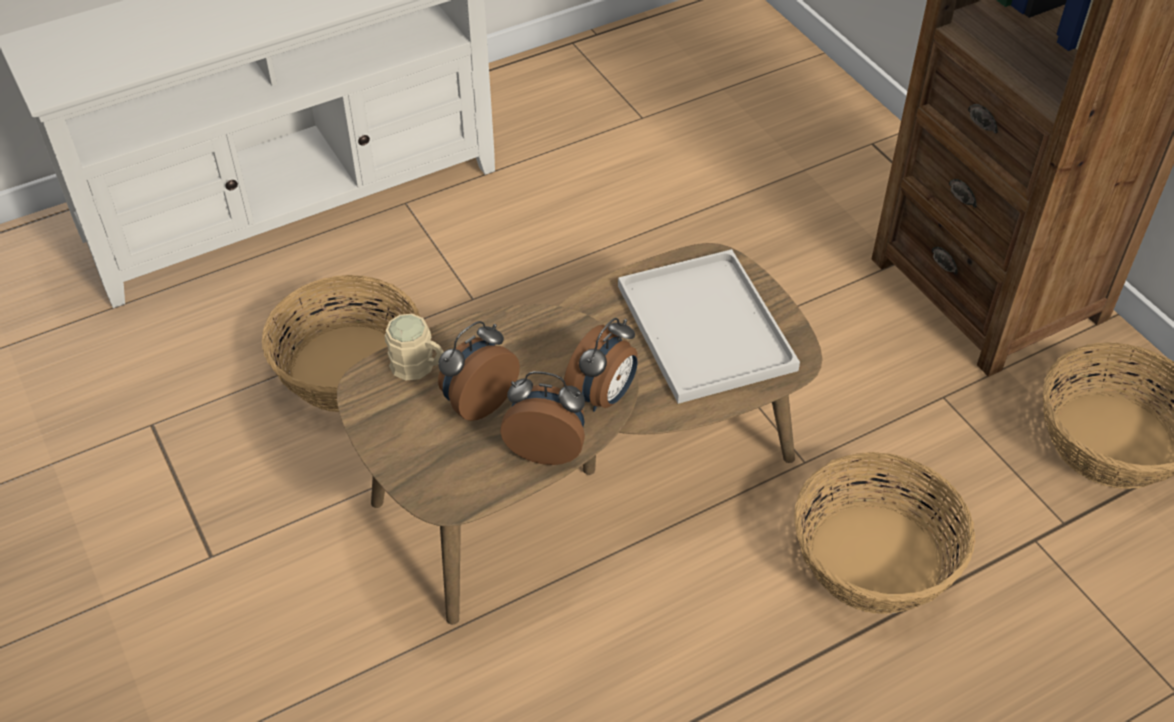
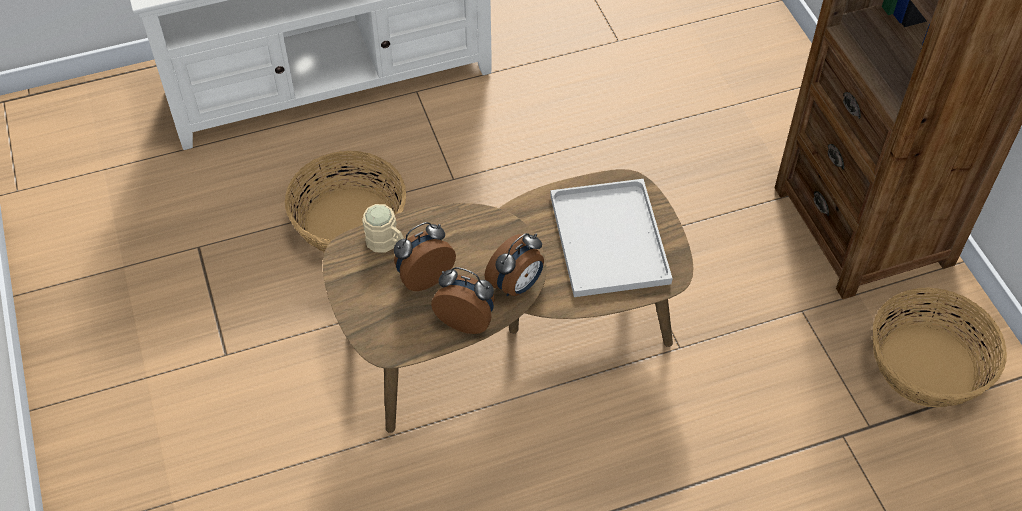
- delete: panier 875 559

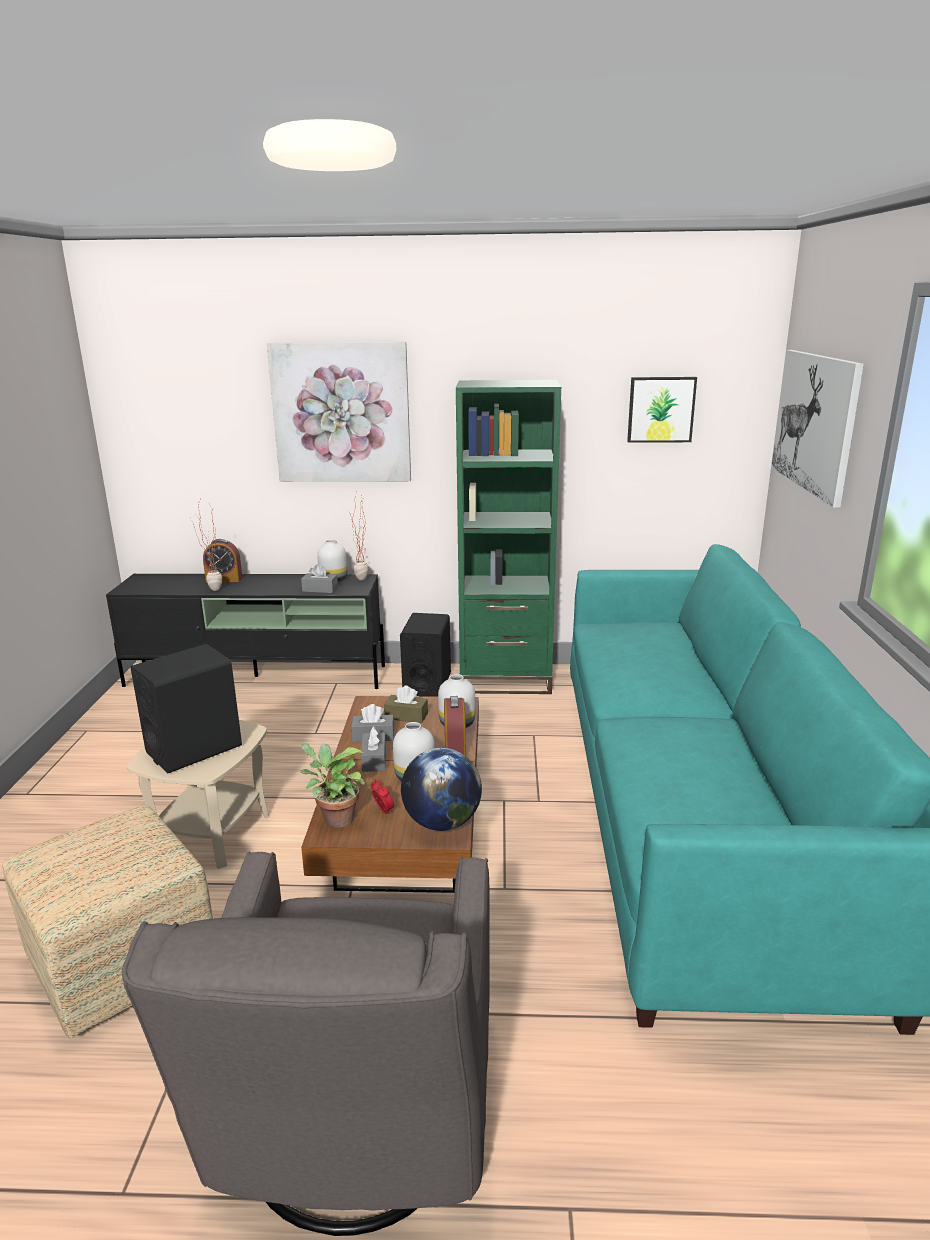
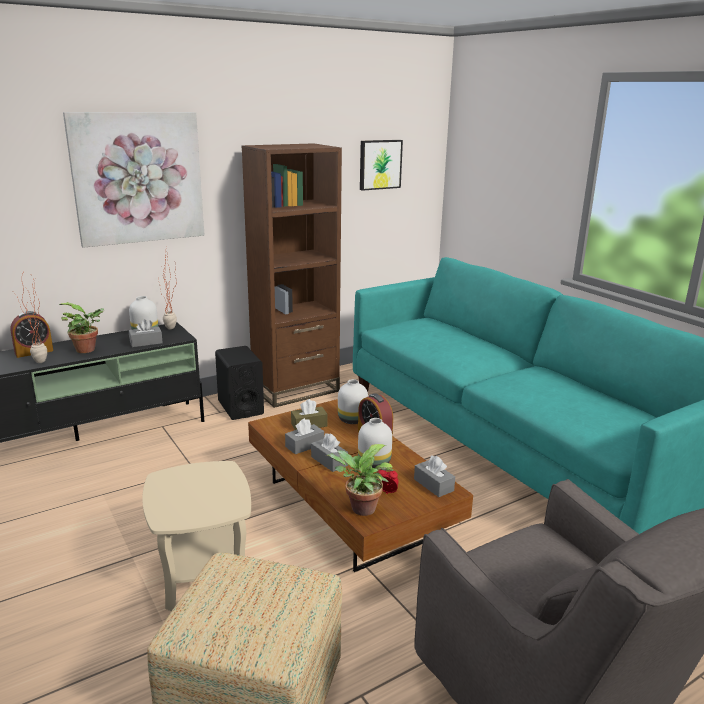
- delete: enceinte [noir] 194 749
- delete: tableau 814 422
- insert: plante en pot 88 350
- replace: globe 442 822 to boîte à mouchoirs [gris] 433 485
- recolor: bibliothèque [vert] 505 680 to bibliothèque [marron] 295 390

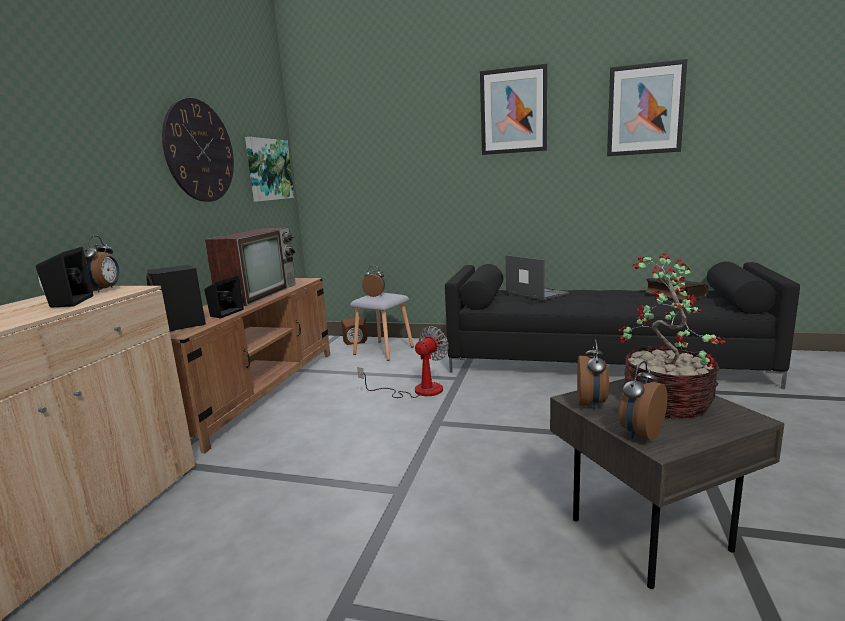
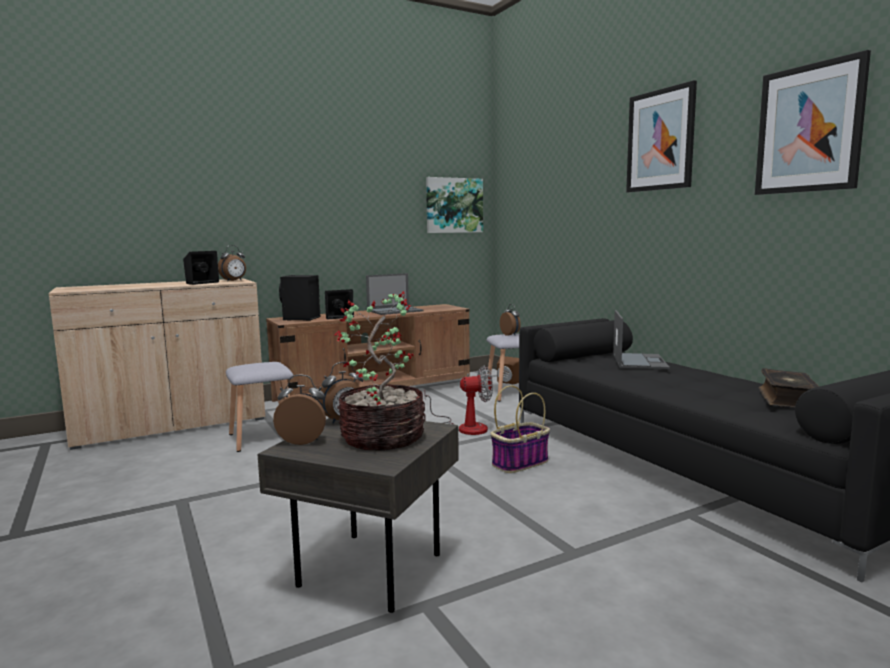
- delete: horloge murale 199 151
- insert: tabouret [gris] 264 437
- insert: panier 520 463
- replace: téléviseur 259 294 to ordinateur portable 395 311

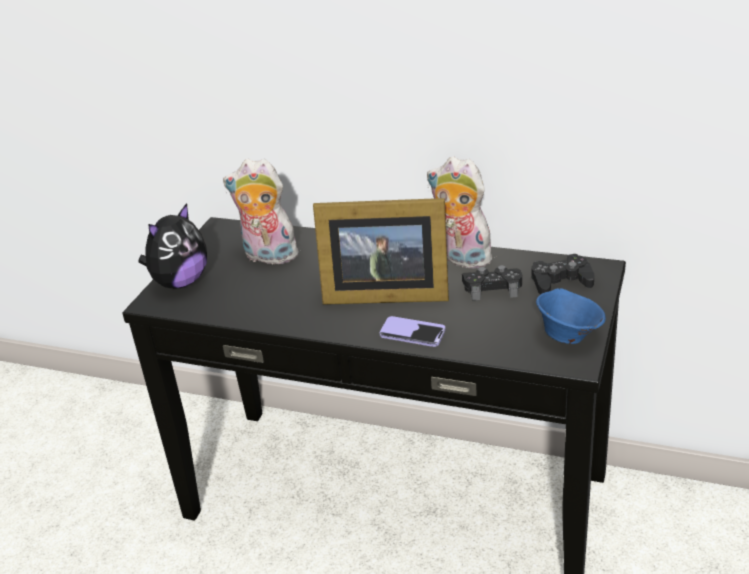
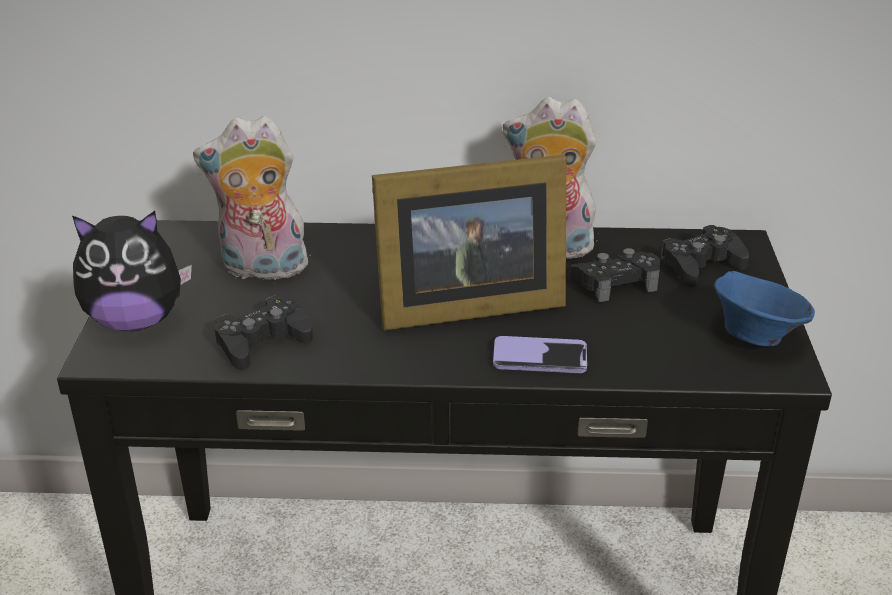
- insert: manette [noir] 262 341
- rotate: peluche 180 282 = 136 320 60 degrees clockwise

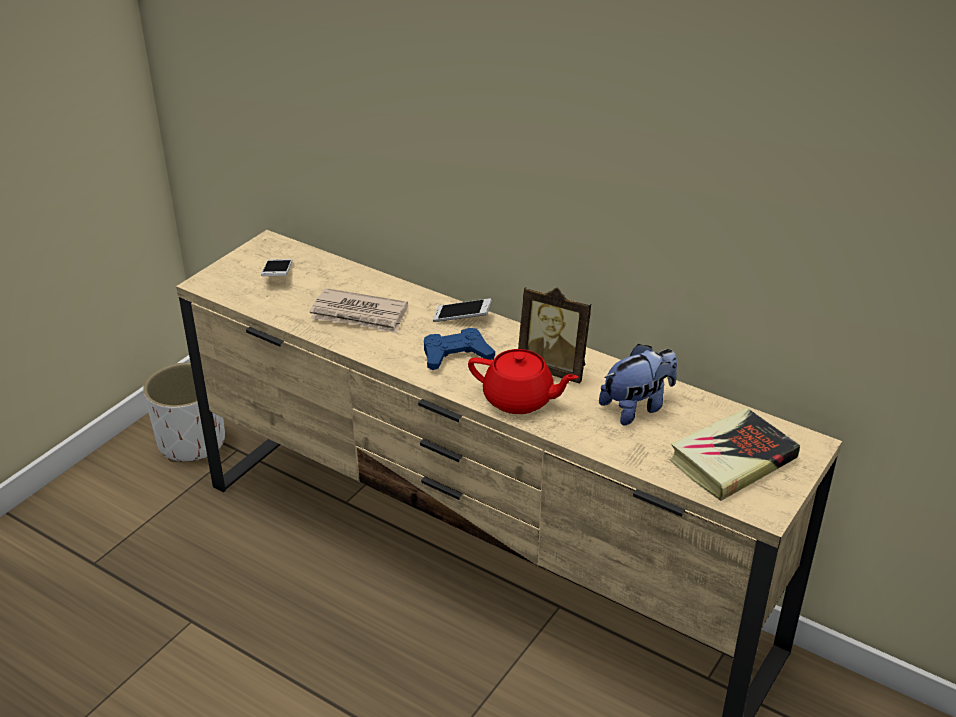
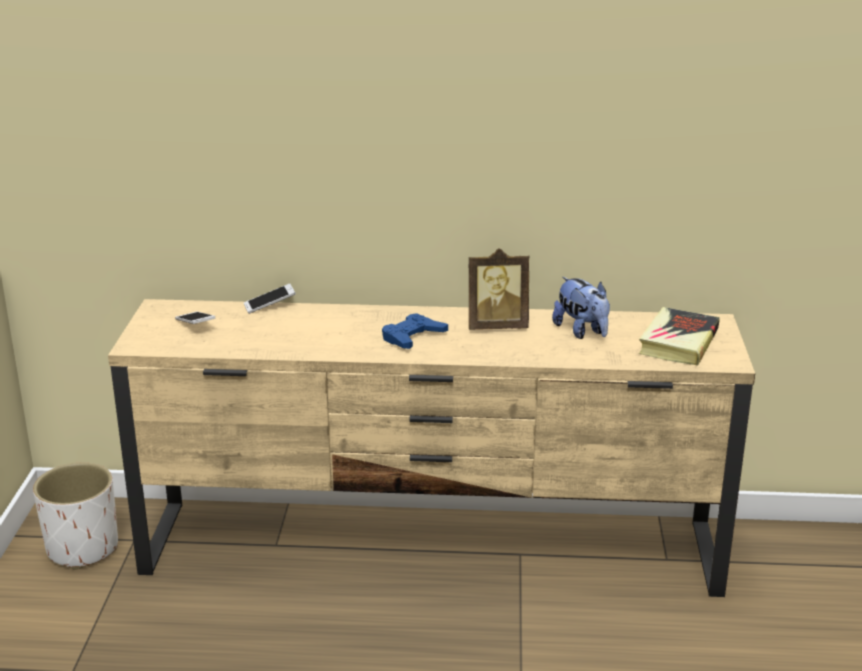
- delete: journal 359 315
- delete: théière [rouge] 519 400
- move: téléphone 462 318 to 269 306
- rotate: peluche 637 407 = 582 332 120 degrees clockwise

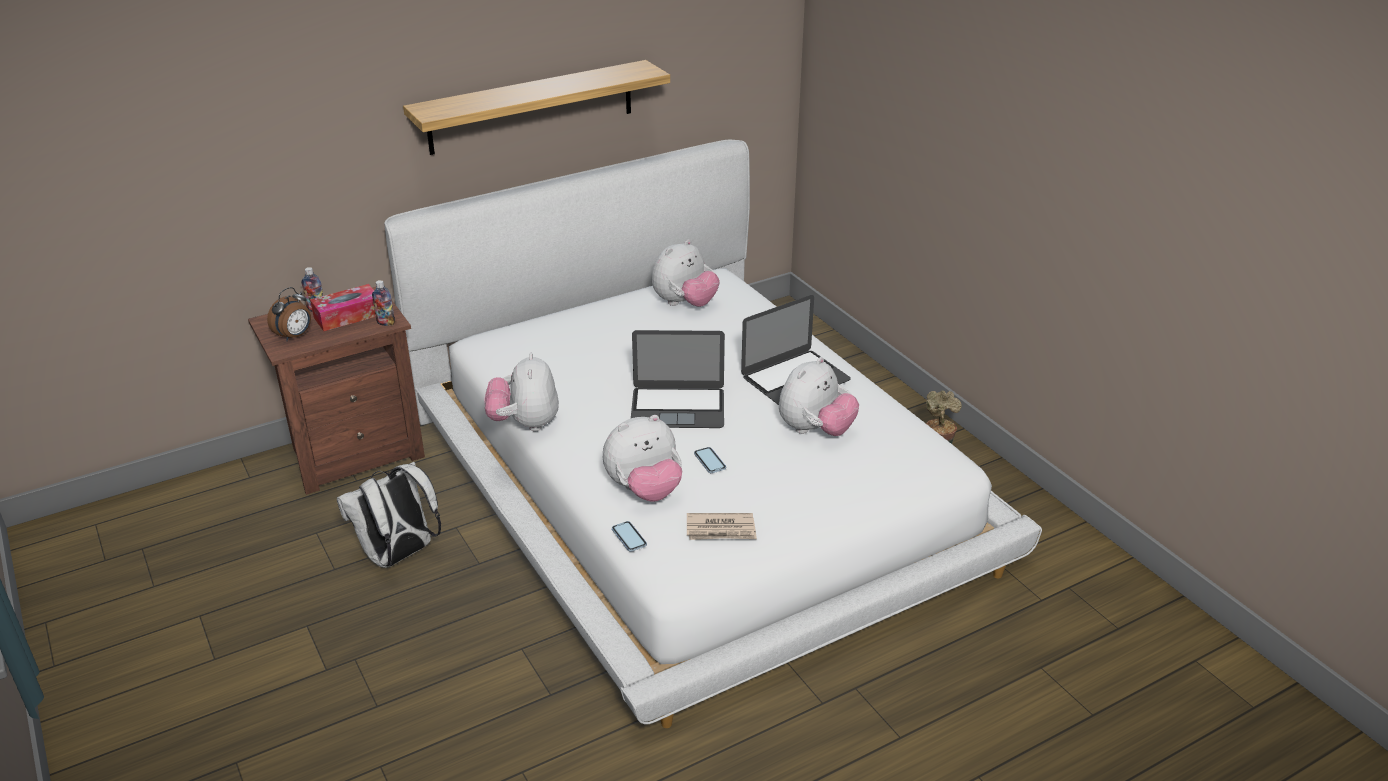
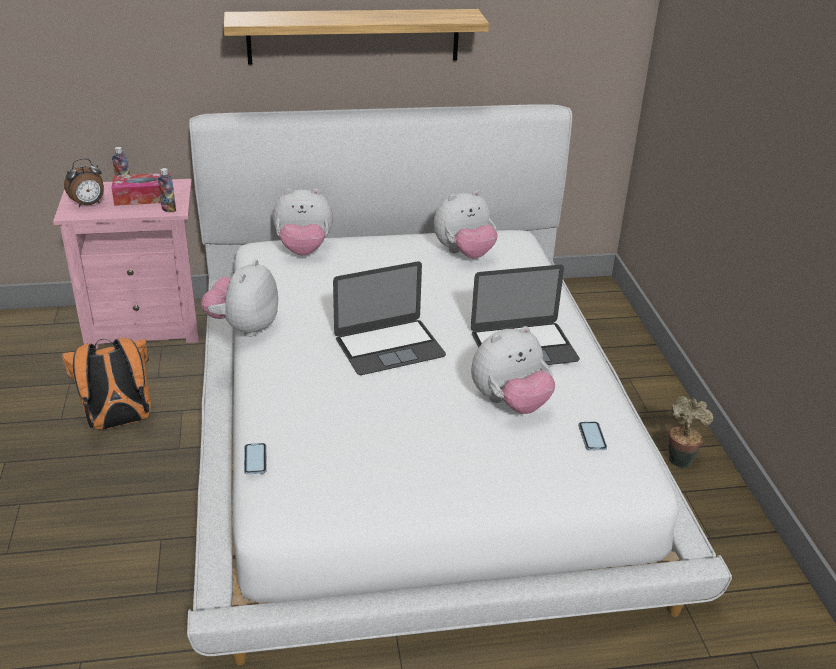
- delete: journal 721 529
- move: peluche 644 490 to 304 250
- move: téléphone 709 461 to 592 437
- recolor: table de chevet [marron] 355 453 to table de chevet [rose] 146 325
- recolor: sac à dos [blanc] 399 556 to sac à dos [orange] 118 422
- rotate: ordinateur portable 678 408 = 389 347 45 degrees counterclockwise

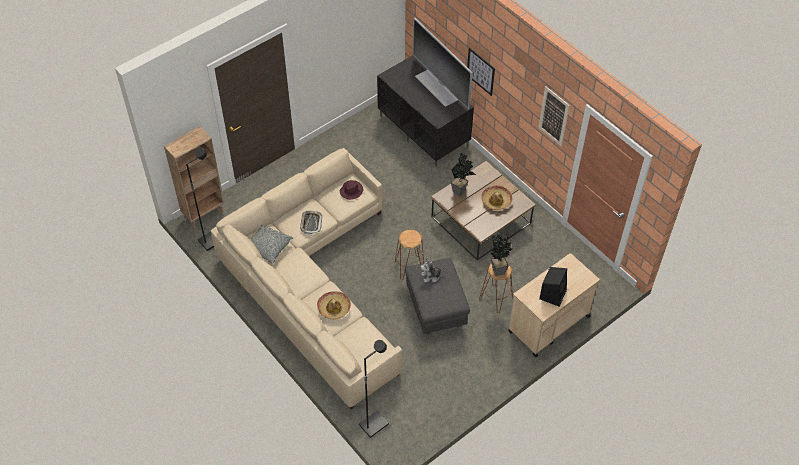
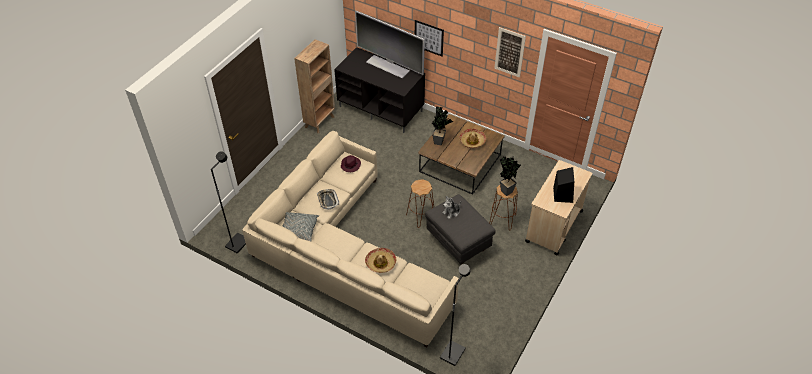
- move: bibliothèque [marron] 204 213 to 320 121

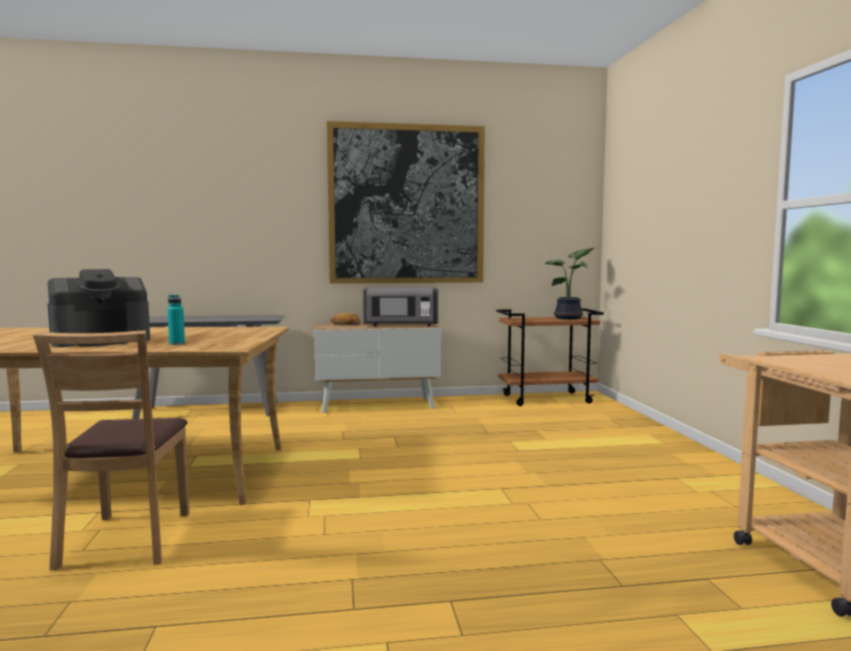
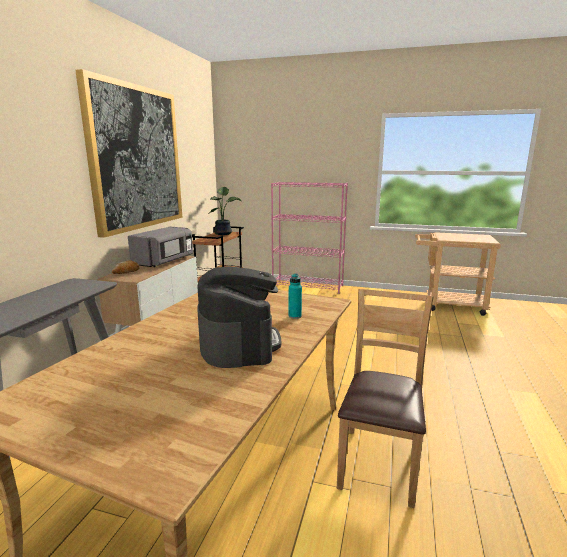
- insert: bibliothèque [rose] 308 286
- rotate: chaise [marron] 127 540 = 379 463 90 degrees counterclockwise

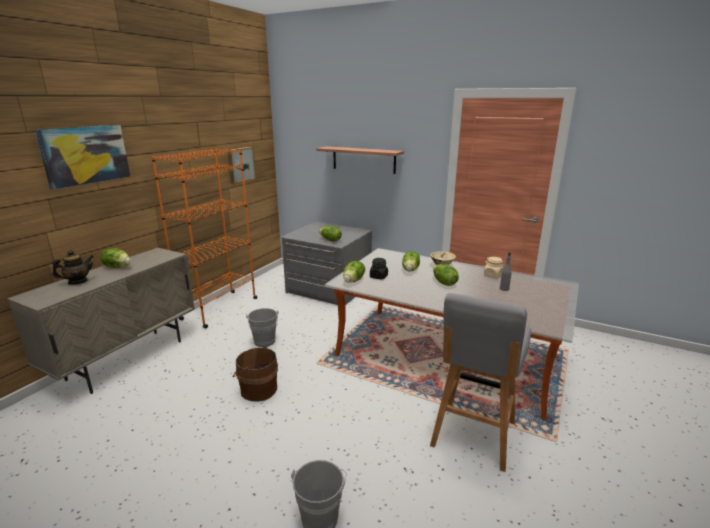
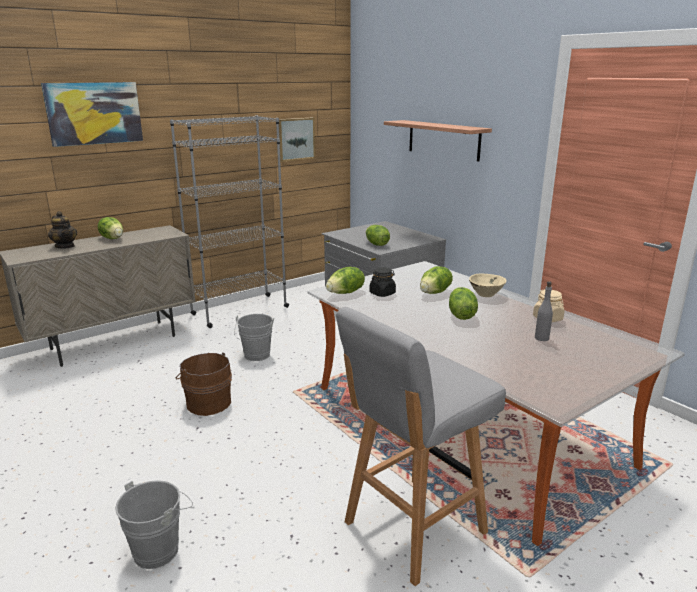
- recolor: bibliothèque [orange] 219 309 to bibliothèque [gris] 239 311
- rotate: théière 77 282 = 65 246 60 degrees clockwise

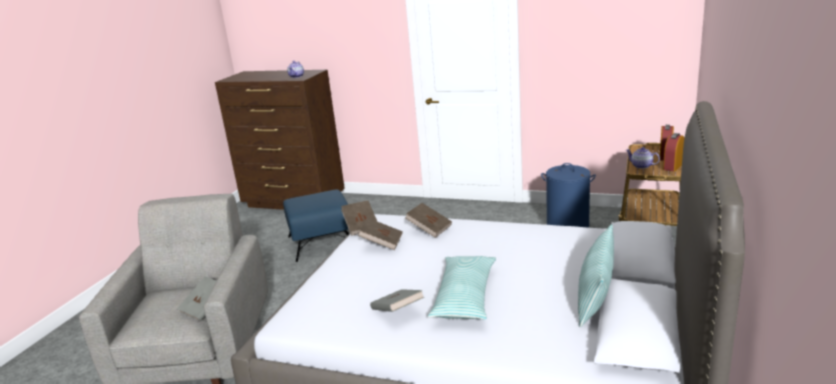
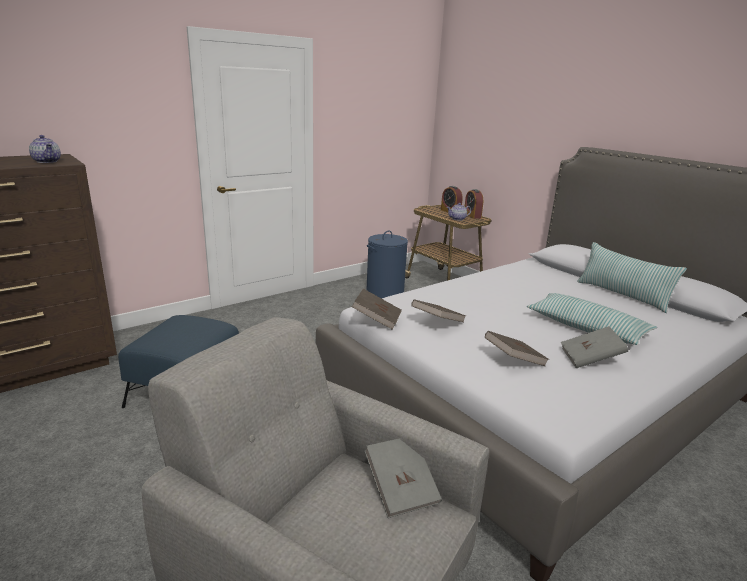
- move: livre [marron] 429 229 to 514 360

